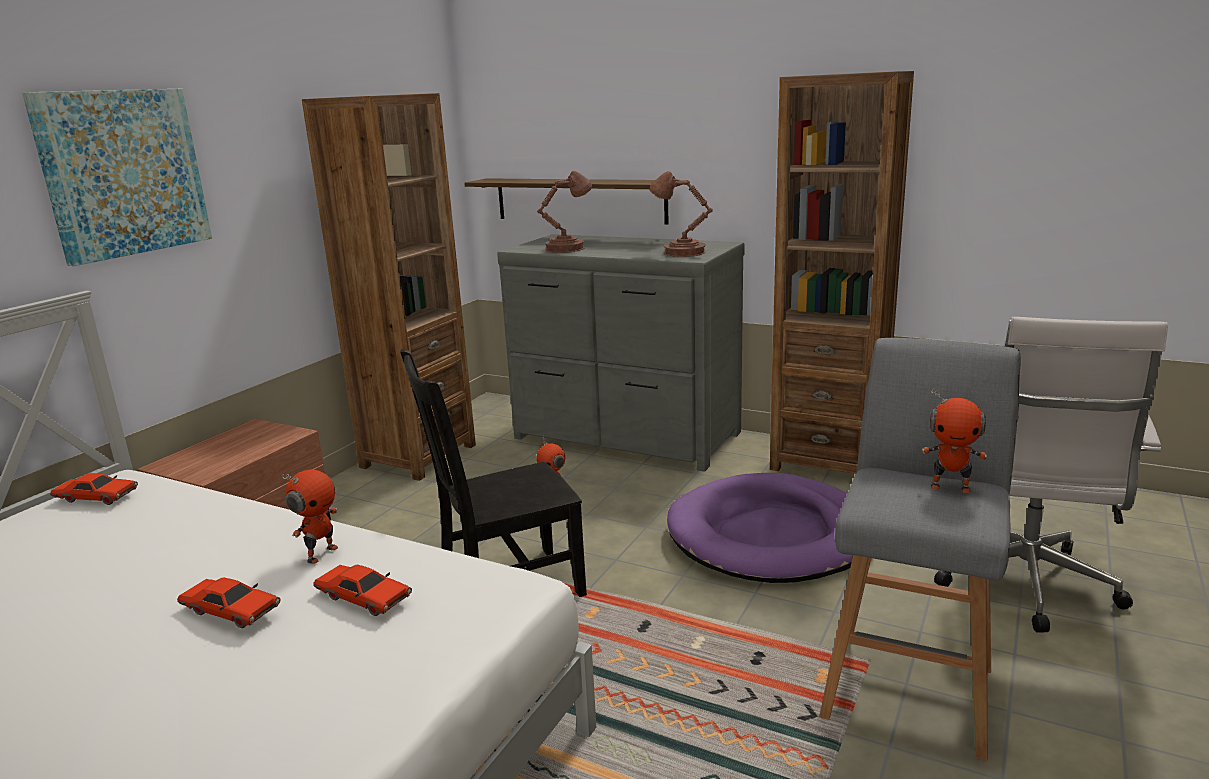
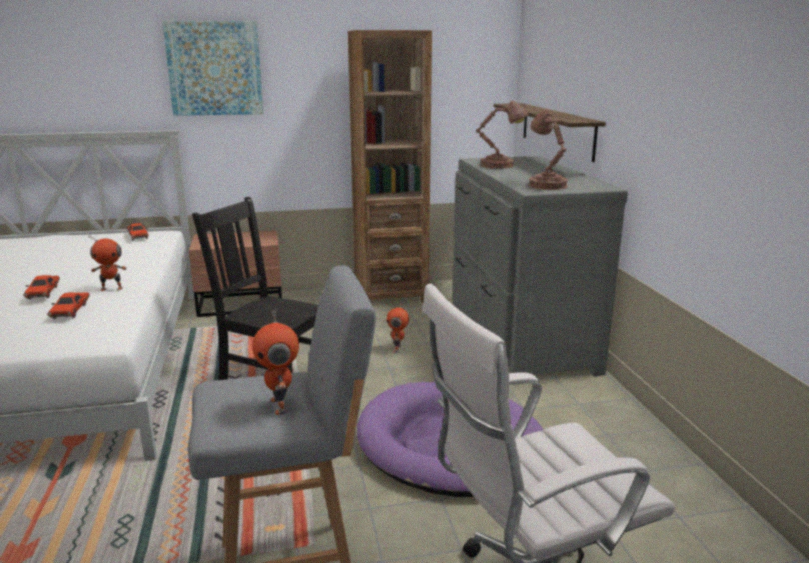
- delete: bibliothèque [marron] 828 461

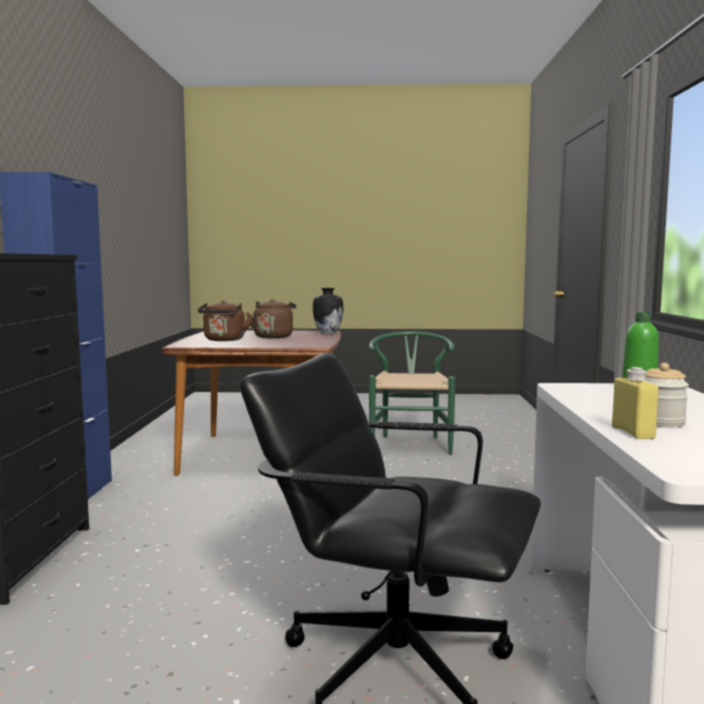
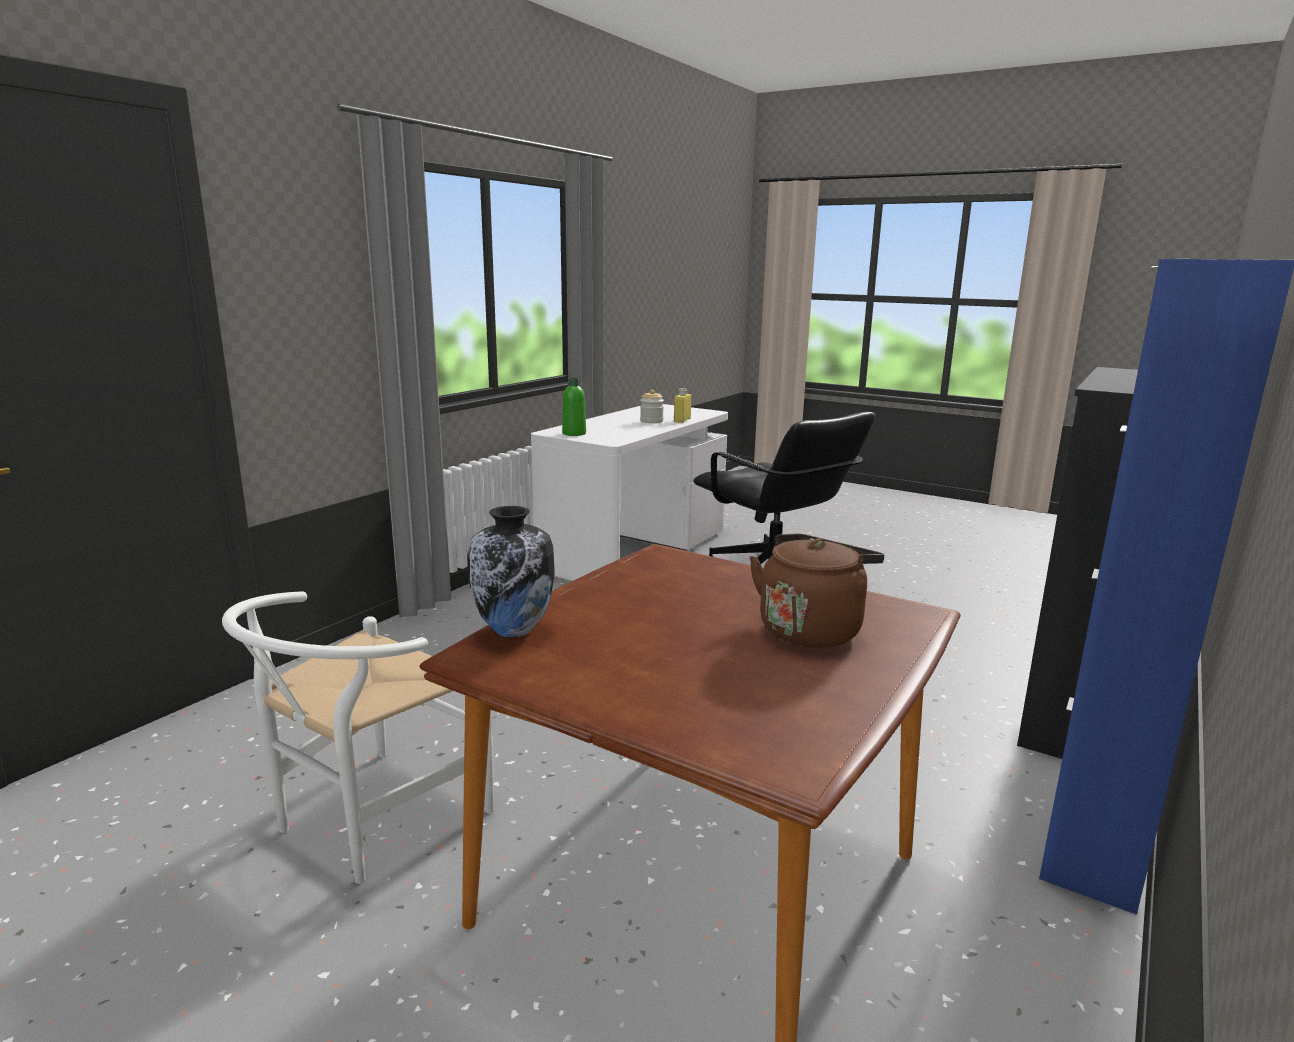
- delete: bouilloire [marron] 273 337
- recolor: chaise [vert] 410 443 to chaise [blanc] 368 823

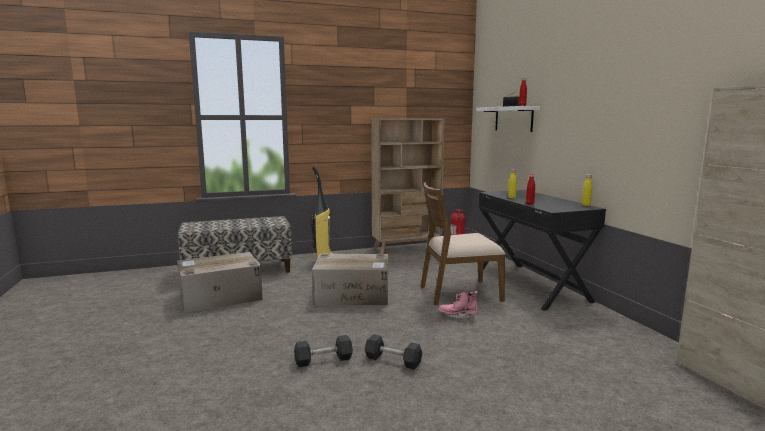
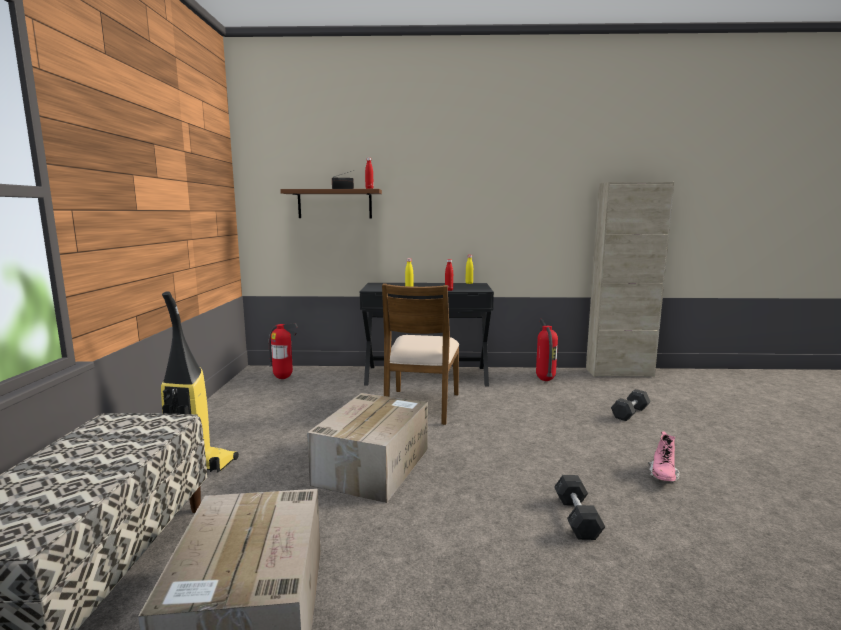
- delete: bibliothèque [beige] 407 248
- insert: extincteur 544 380
- move: haltère [gris] 393 361 to 630 413
- move: botte [rose] 457 316 to 663 476
- recolor: étagère [blanc] 513 119 to étagère [marron] 334 204

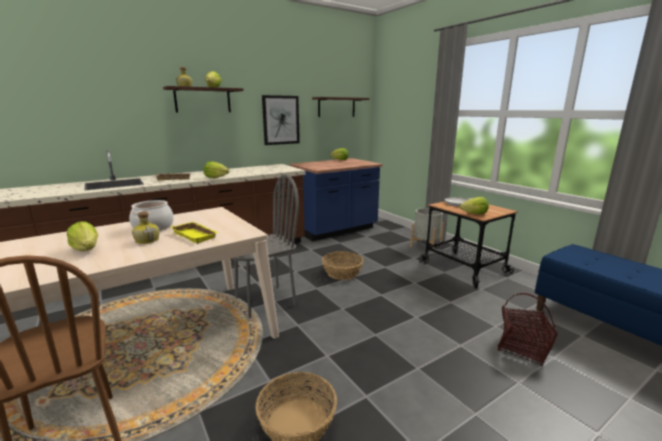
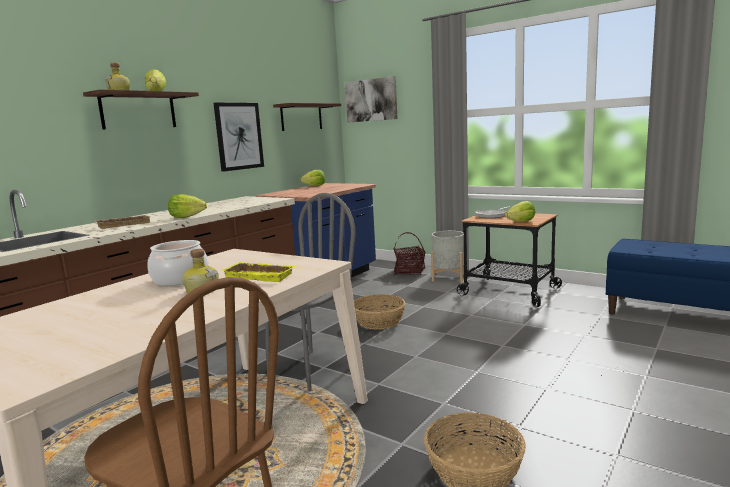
- delete: laitue 86 249
- insert: tableau 371 100
- move: panier 522 348 to 410 272

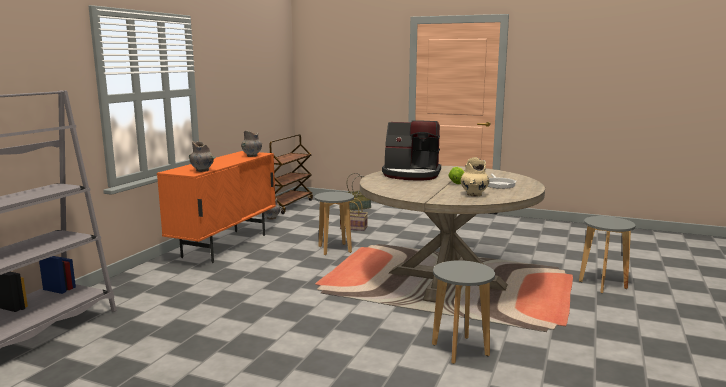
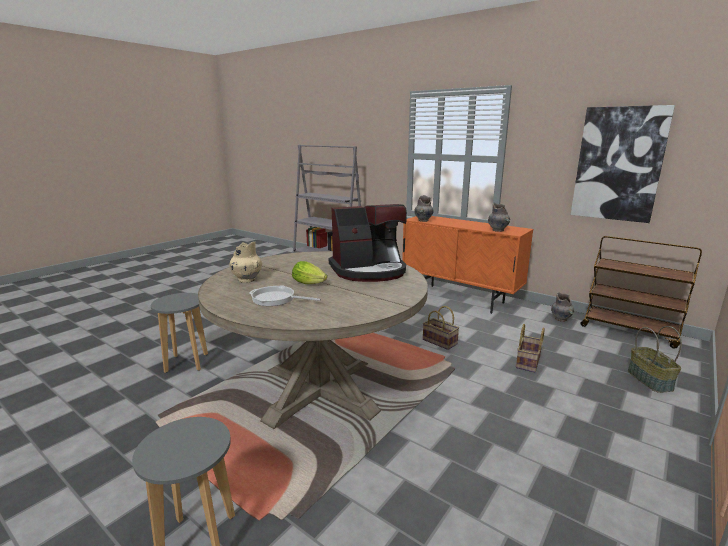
- insert: tableau 618 164
- replace: tabouret [gris] 334 249 to panier 441 342
- rotate: machine à café 411 174 = 369 271 135 degrees counterclockwise

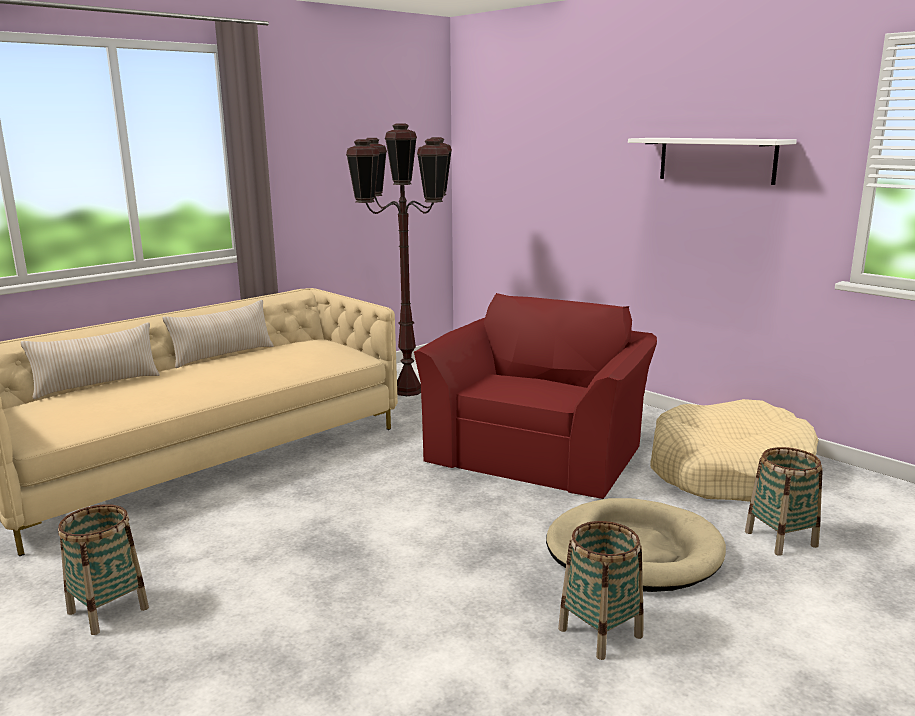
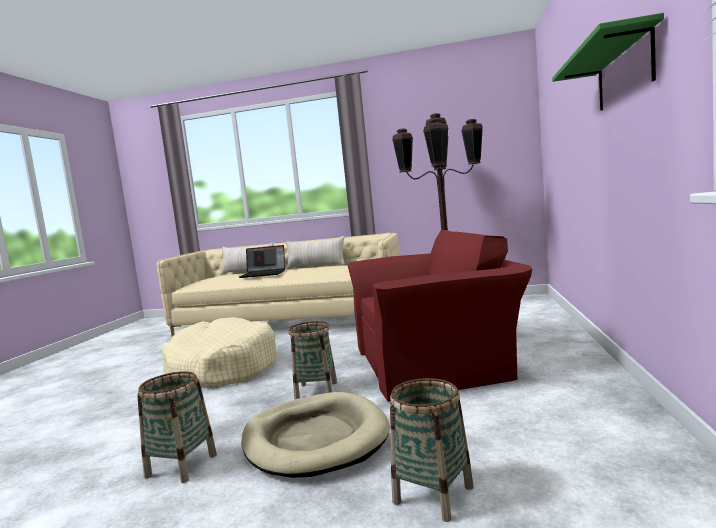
- insert: ordinateur portable 264 274
- move: panier 108 610 to 316 390
- move: panier pour chien [beige] 728 471 to 222 368
- recolor: étagère [blanc] 716 160 to étagère [vert] 623 72

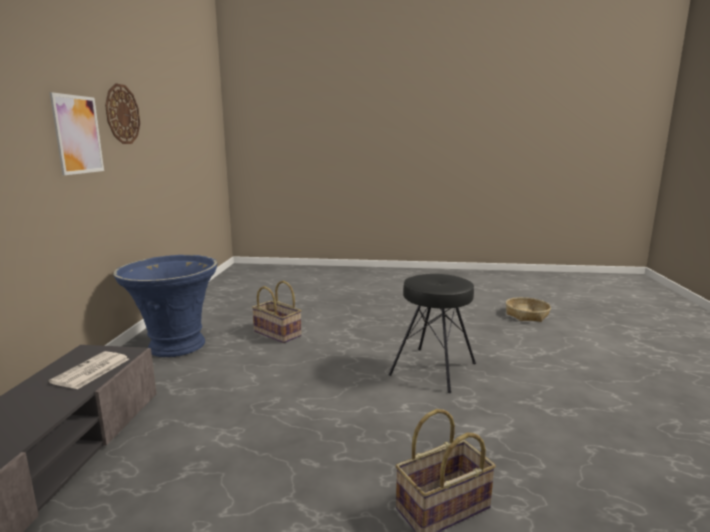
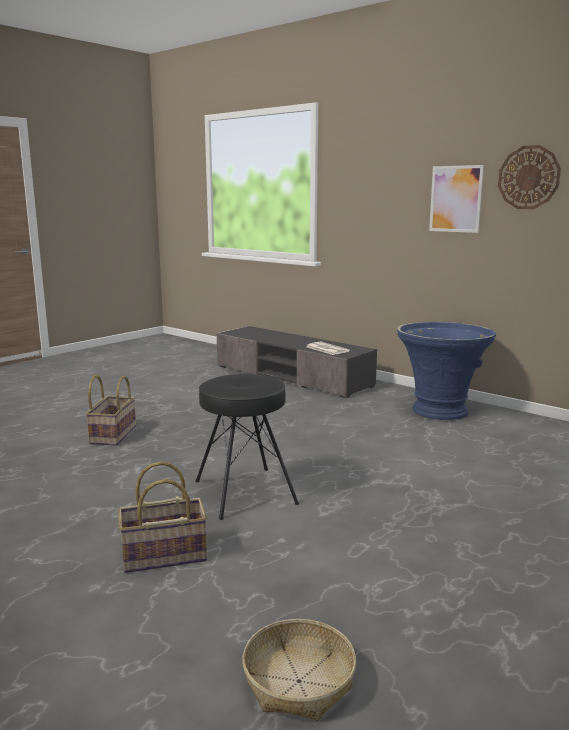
- move: panier 278 333 to 164 556

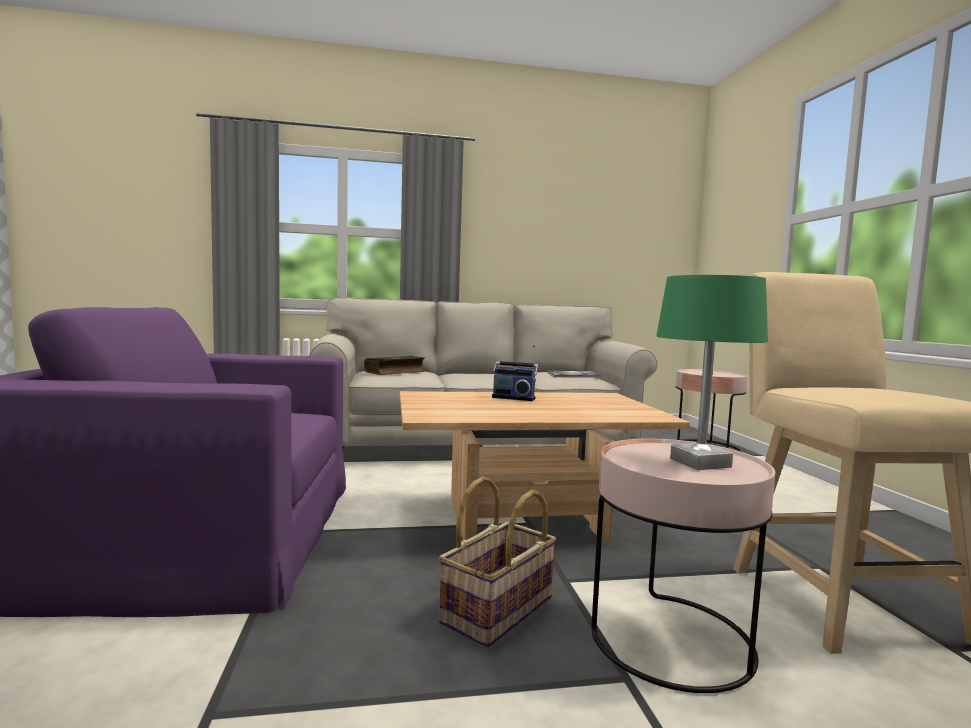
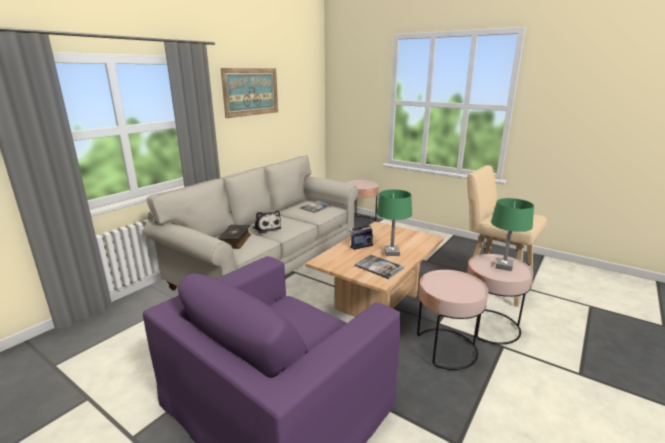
- insert: tableau 251 92
- insert: peluche 266 228
- insert: livre 379 267
- insert: lampe de table [vert] 391 253
- replace: panier 499 611 to table d'appoint [rose] 445 348

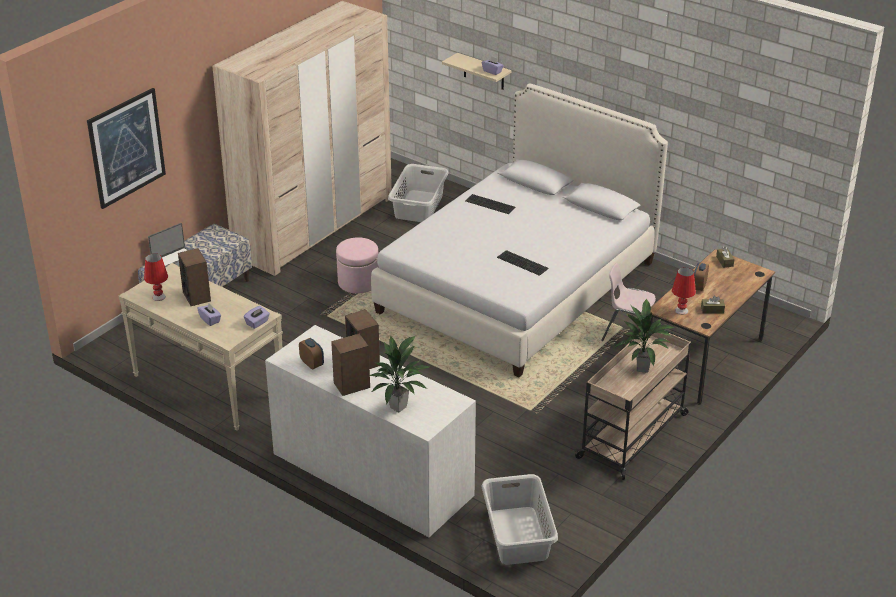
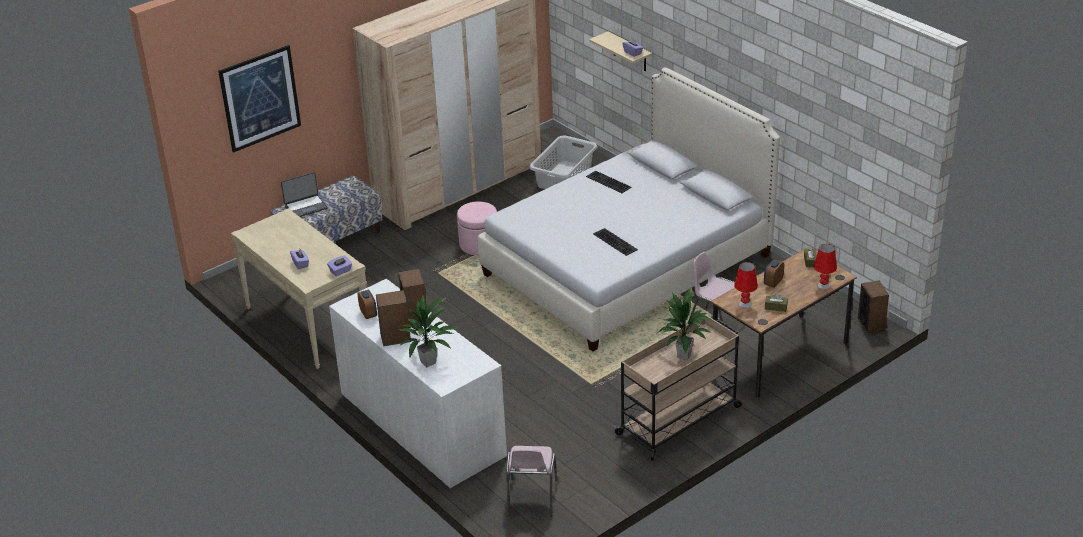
- move: lampe de table [rouge] 158 297 to 823 286
- move: enceinte 197 296 to 871 324
- replace: panier à linge [gris] 517 536 to chaise [rose] 531 498

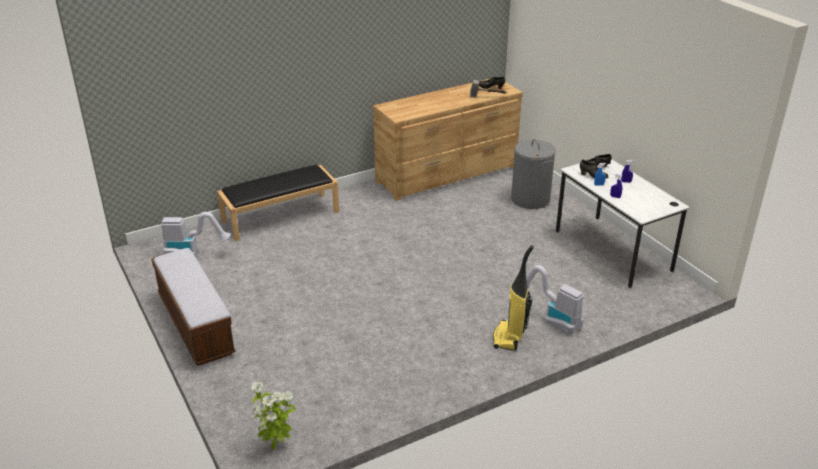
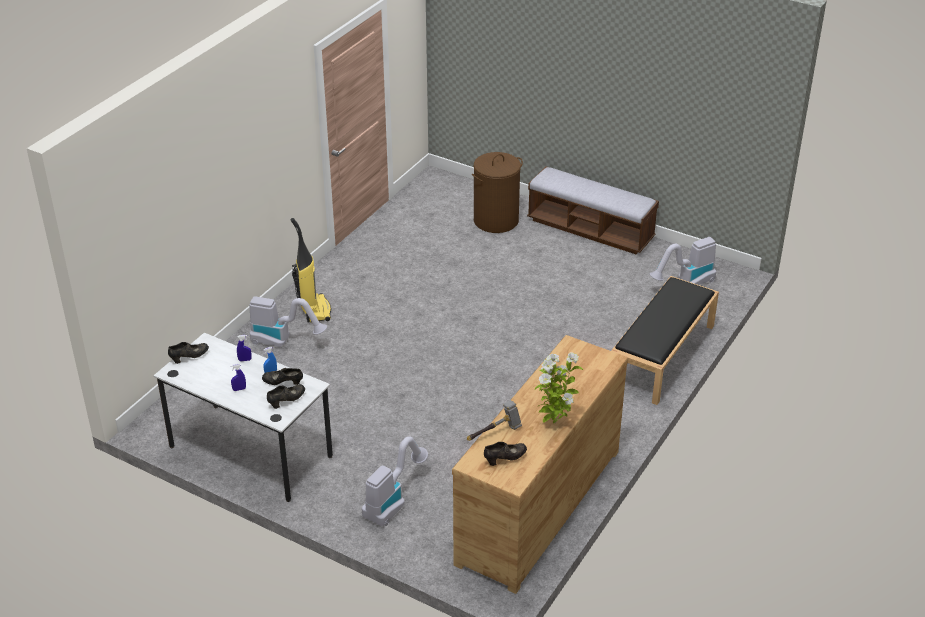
- insert: chaussure [noir] 189 357
- insert: panier à linge [marron] 496 221
- move: plante en pot 276 445 to 554 422
- replace: panier à linge [gris] 530 199 to aspirateur 393 501

